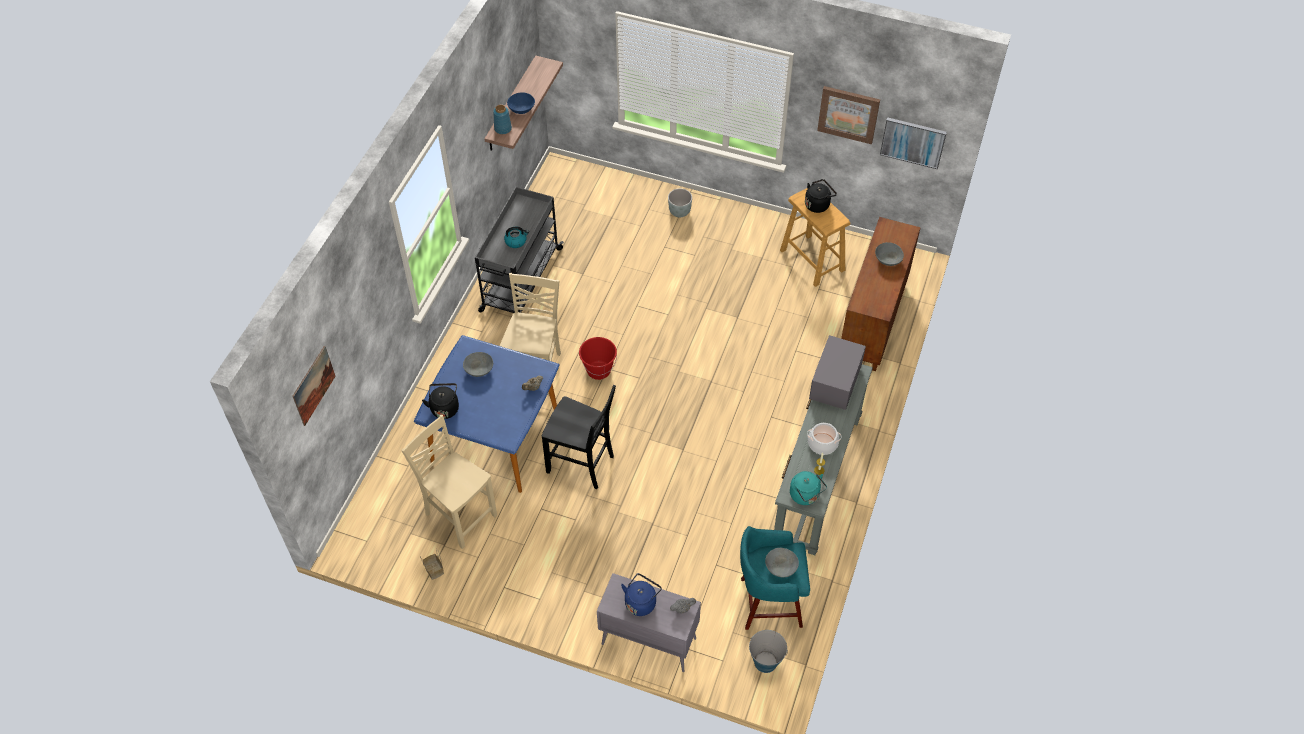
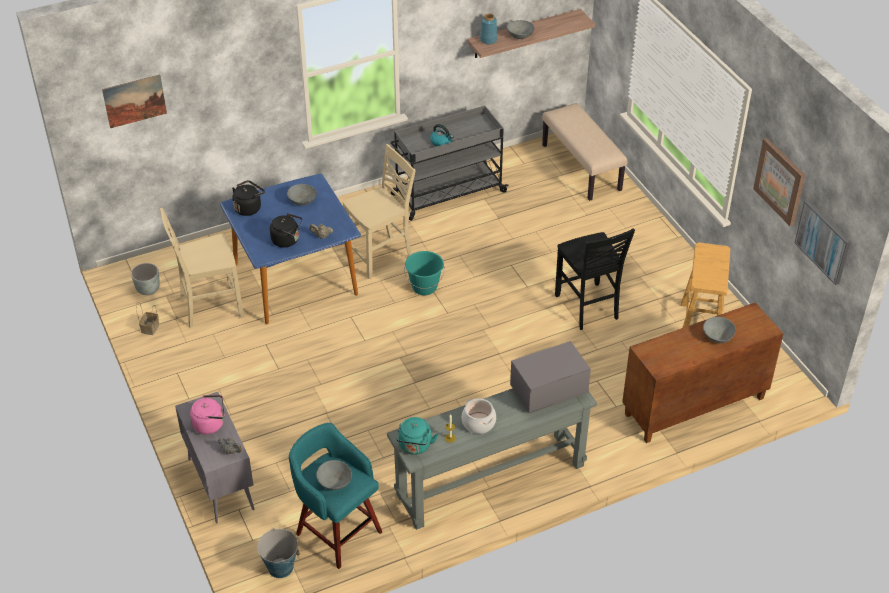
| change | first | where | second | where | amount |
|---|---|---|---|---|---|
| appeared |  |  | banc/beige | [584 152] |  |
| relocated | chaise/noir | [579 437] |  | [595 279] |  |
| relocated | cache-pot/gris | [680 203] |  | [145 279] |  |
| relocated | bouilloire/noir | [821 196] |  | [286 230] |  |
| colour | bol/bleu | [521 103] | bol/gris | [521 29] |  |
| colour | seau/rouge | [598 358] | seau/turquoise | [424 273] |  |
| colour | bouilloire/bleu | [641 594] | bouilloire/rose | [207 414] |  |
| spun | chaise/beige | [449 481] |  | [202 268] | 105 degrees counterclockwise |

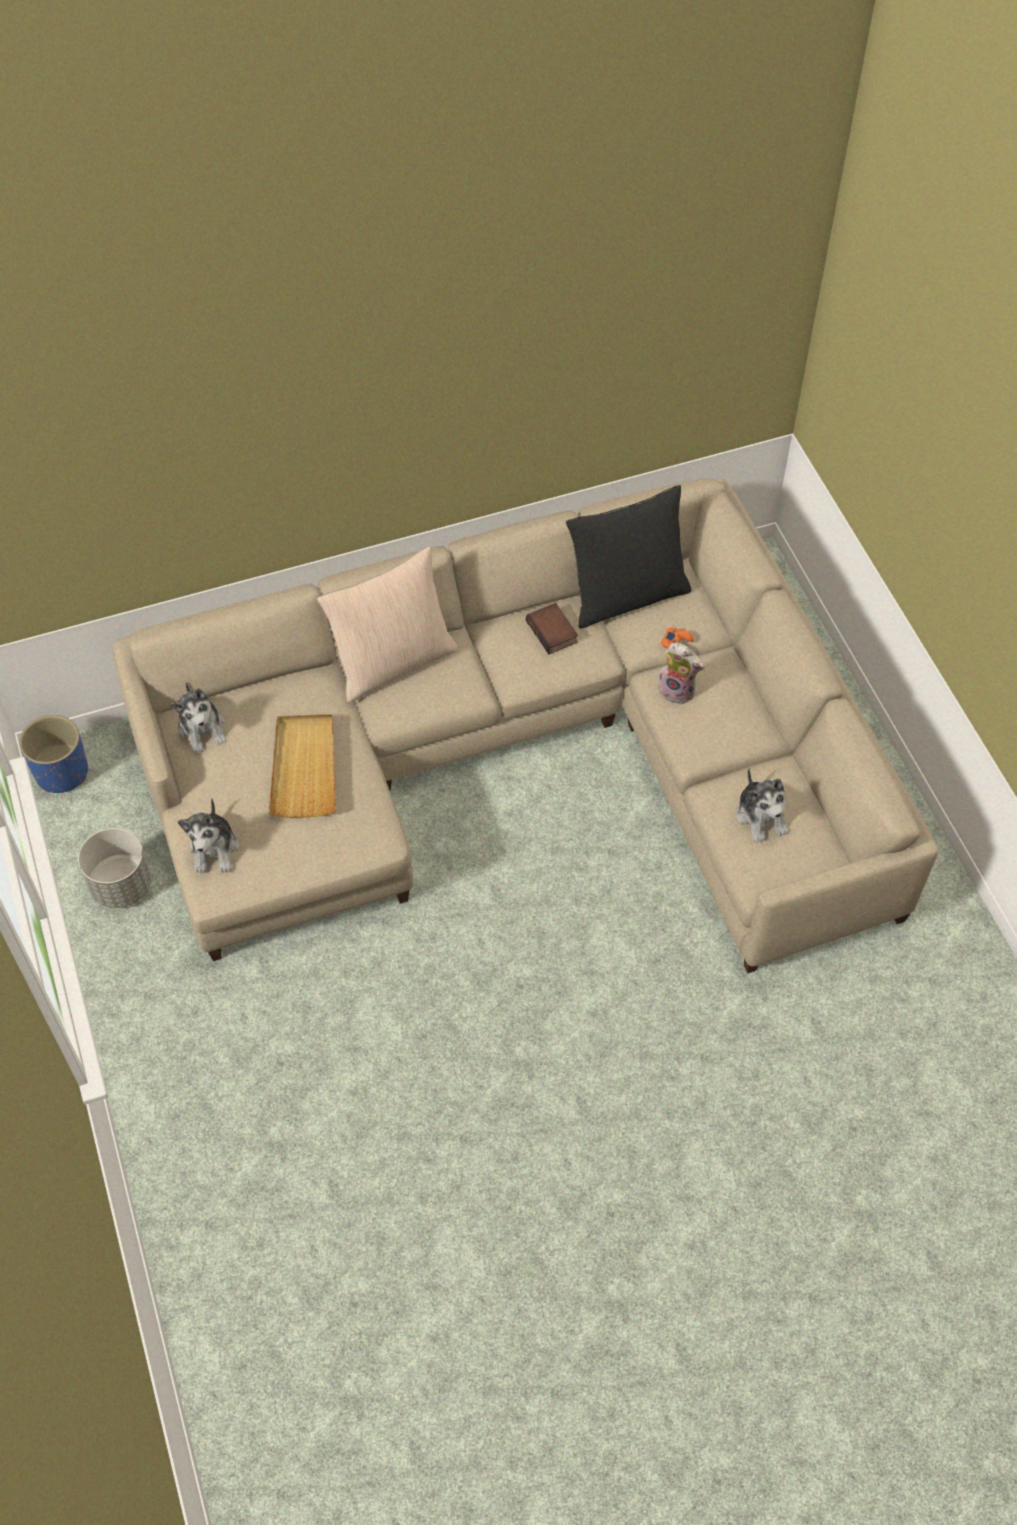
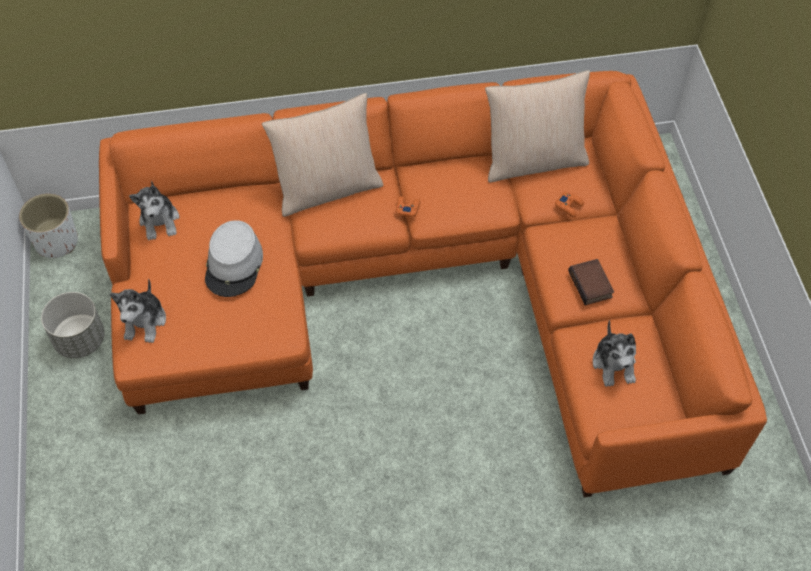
| change | first | where | second | where | amount |
|---|---|---|---|---|---|
| missing | peluche | [681 673] |  |  |  |
| appeared |  |  | manette/orange | [408 206] |  |
| relocated | livre | [552 628] |  | [591 282] |  |
| exchanged | plateau/beige | [302 766] | chapeau/gris | [234 258] |  |
| colour | cache-pot/bleu | [53 754] | cache-pot/blanc | [48 226] |  |
| colour | canapé/beige | [525 725] | canapé/orange | [433 284] |  |
| colour | coussin/noir | [629 557] | coussin/beige | [537 126] |  |

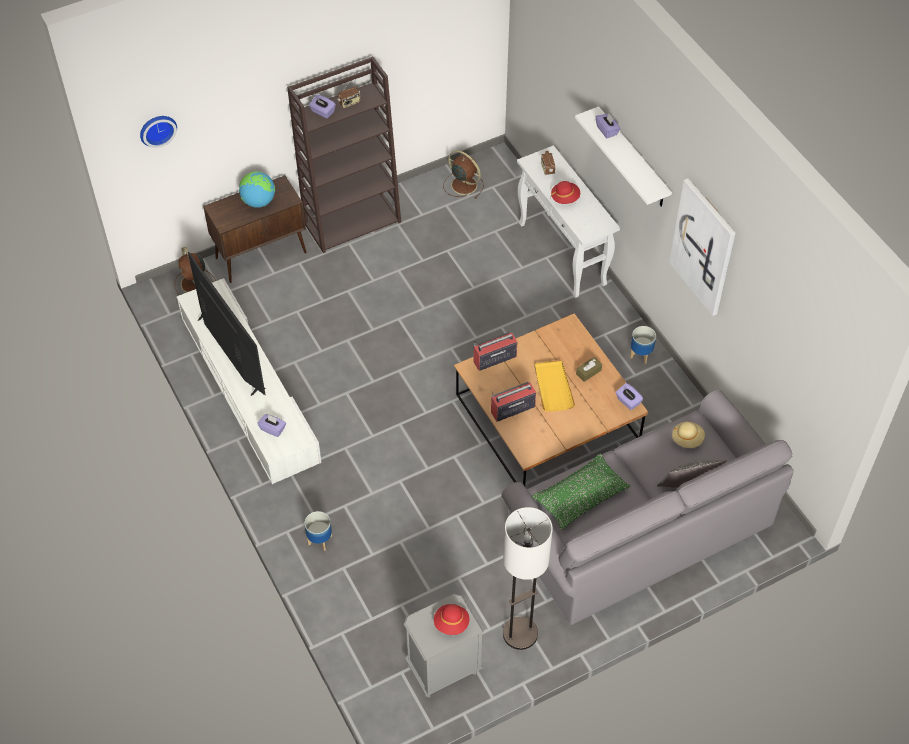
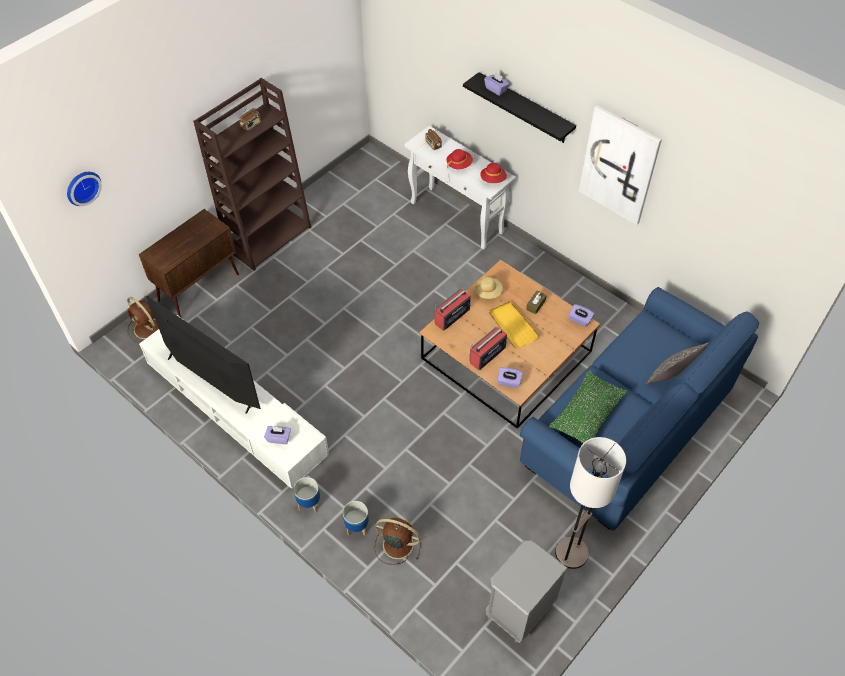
| change | first | where | second | where | amount |
|---|---|---|---|---|---|
| missing | globe | [257 189] |  |  |  |
| relocated | boîte à mouchoirs/violet | [322 106] |  | [510 377] |  |
| relocated | chapeau/rouge | [451 619] |  | [493 173] |  |
| relocated | ventilateur/marron | [463 174] |  | [398 541] |  |
| relocated | cache-pot | [643 345] |  | [307 494] |  |
| relocated | chapeau/beige | [688 435] |  | [489 288] |  |
| colour | canapé/gris | [647 507] | canapé/bleu | [640 409] |  |
| colour | étagère/blanc | [623 156] | étagère/noir | [519 107] |  |

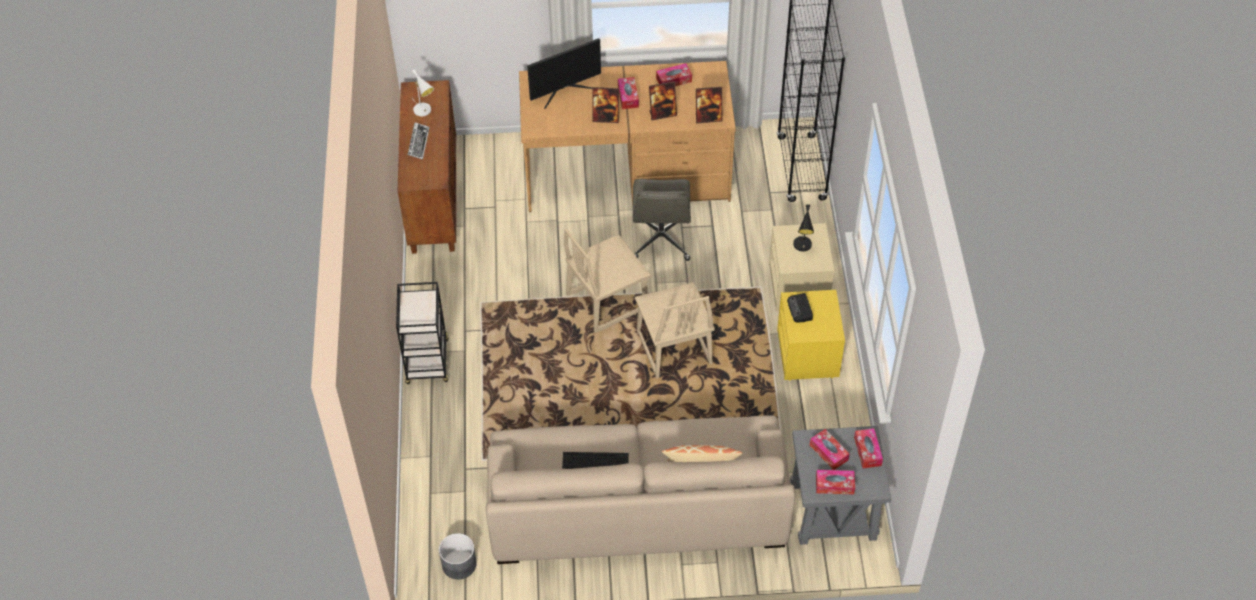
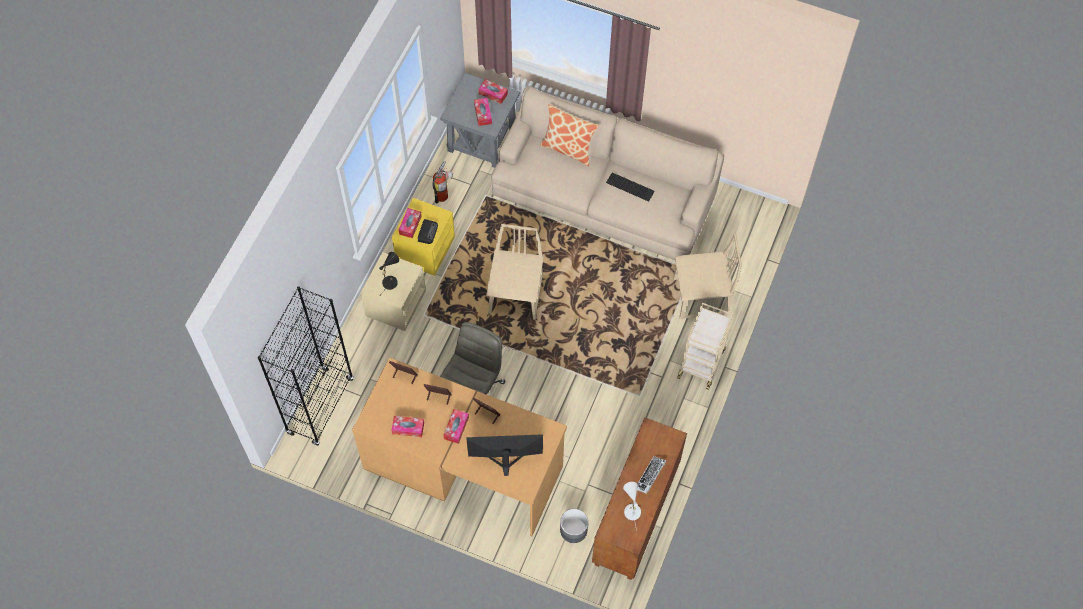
| change | first | where | second | where | amount |
|---|---|---|---|---|---|
| appeared |  |  | extincteur | [442 182] |  |
| relocated | cache-pot/gris | [458 556] |  | [574 526] |  |
| relocated | chaise/beige | [607 280] |  | [707 276] |  |
| relocated | boîte à mouchoirs | [868 448] |  | [410 223] |  |
| colour | chariot/noir | [422 333] | chariot/beige | [705 346] |  |

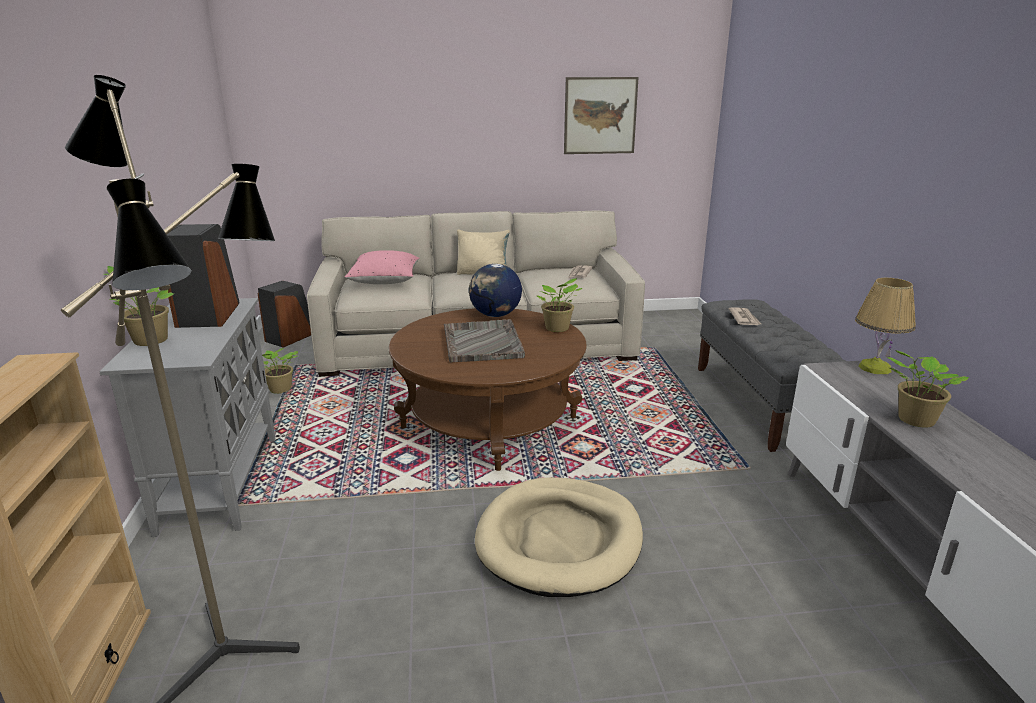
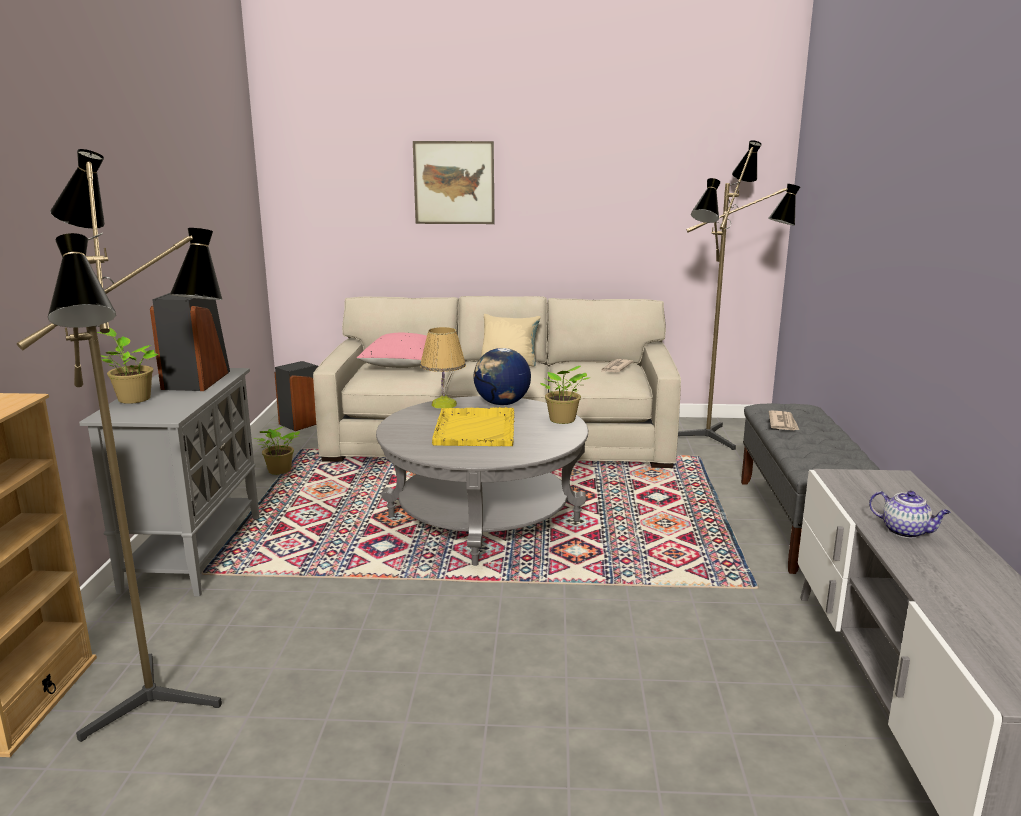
| change | first | where | second | where | amount |
|---|---|---|---|---|---|
| missing | panier pour chien/beige | [559 537] |  |  |  |
| appeared |  |  | lampadaire | [739 295] |  |
| relocated | tableau | [601 115] |  | [454 182] |  |
| relocated | lampe de table | [885 326] |  | [443 368] |  |
| exchanged | plante en pot | [928 389] | théière | [910 514] |  |
| colour | table basse/marron | [488 389] | table basse/gris | [482 481] |  |
| colour | plateau/gris | [484 340] | plateau/jaune | [473 426] |  |

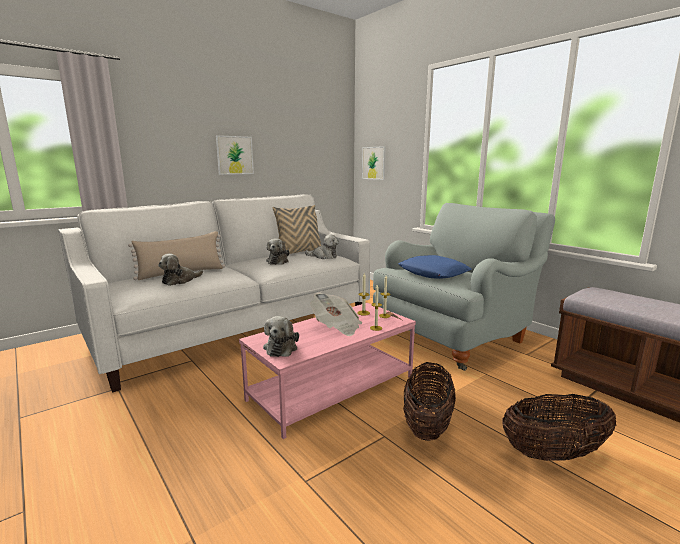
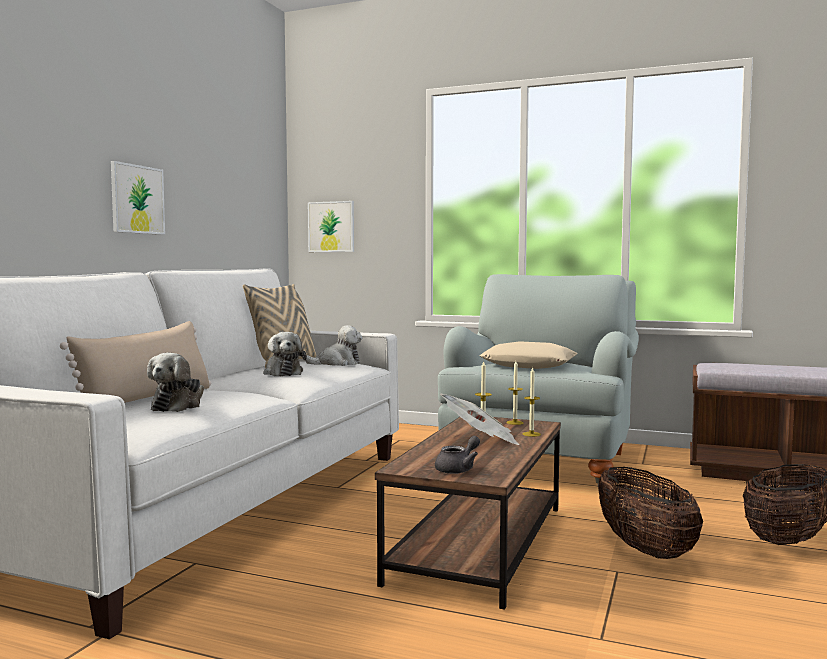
| change | first | where | second | where | amount |
|---|---|---|---|---|---|
| exchanged | peluche | [281 336] | théière/gris | [457 455] |  |
| colour | table basse/rose | [327 371] | table basse/marron | [468 513] |  |
| colour | coussin/bleu | [435 267] | coussin/beige | [529 355] |  |

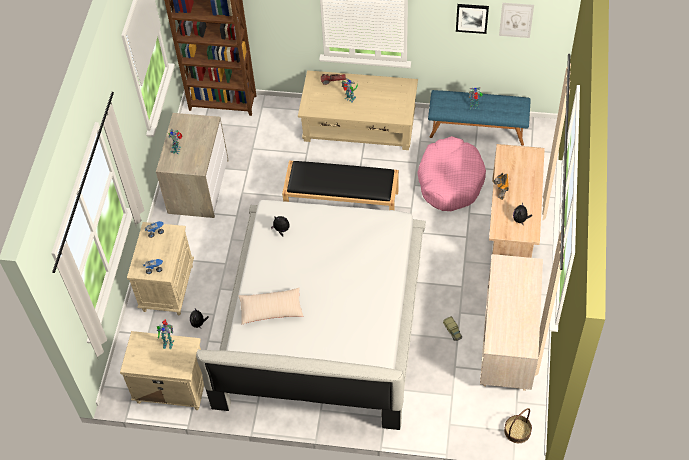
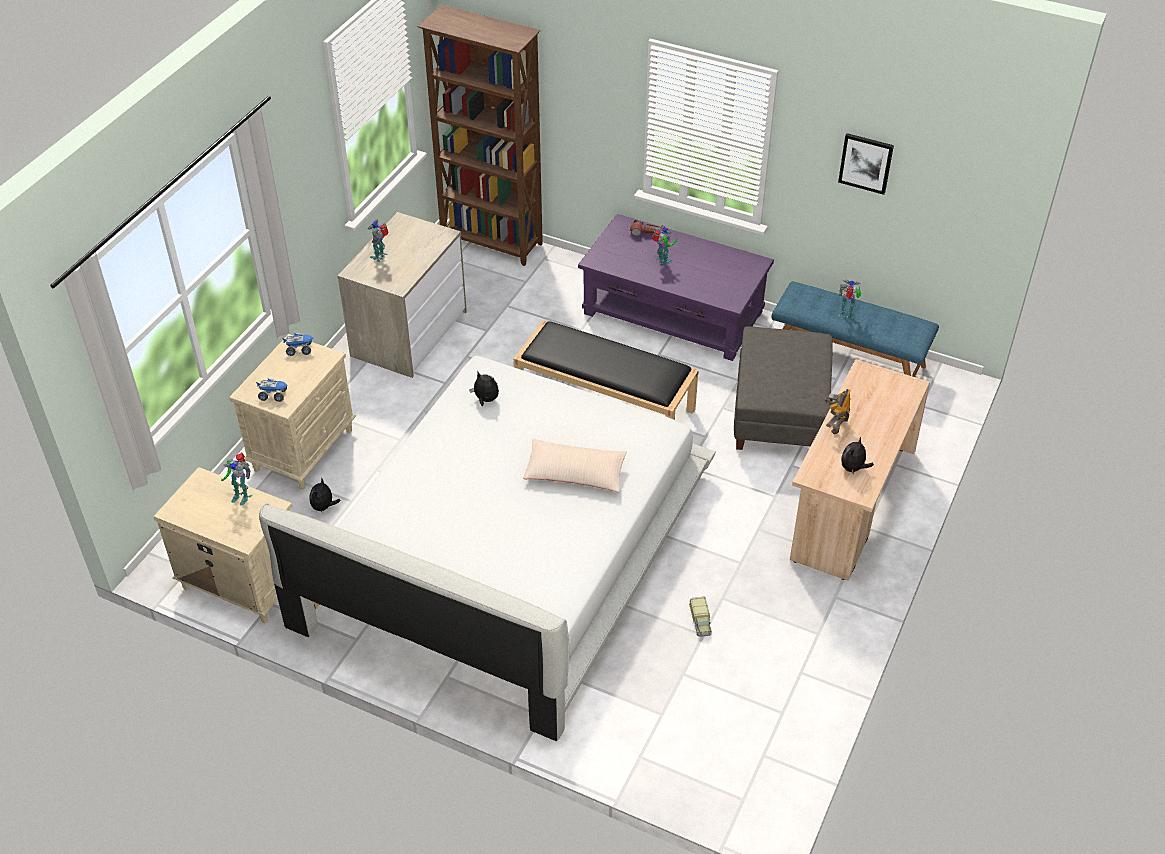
| change | first | where | second | where | amount |
|---|---|---|---|---|---|
| missing | commode/beige | [511 322] |  |  |  |
| missing | tableau | [516 20] |  |  |  |
| missing | panier | [518 425] |  |  |  |
| relocated | coussin/beige | [270 306] |  | [575 465] |  |
| exchanged | panier pour chien/rose | [451 173] | pouf/gris | [783 388] |  |
| colour | table basse/beige | [358 110] | table basse/violet | [676 287] |  |

